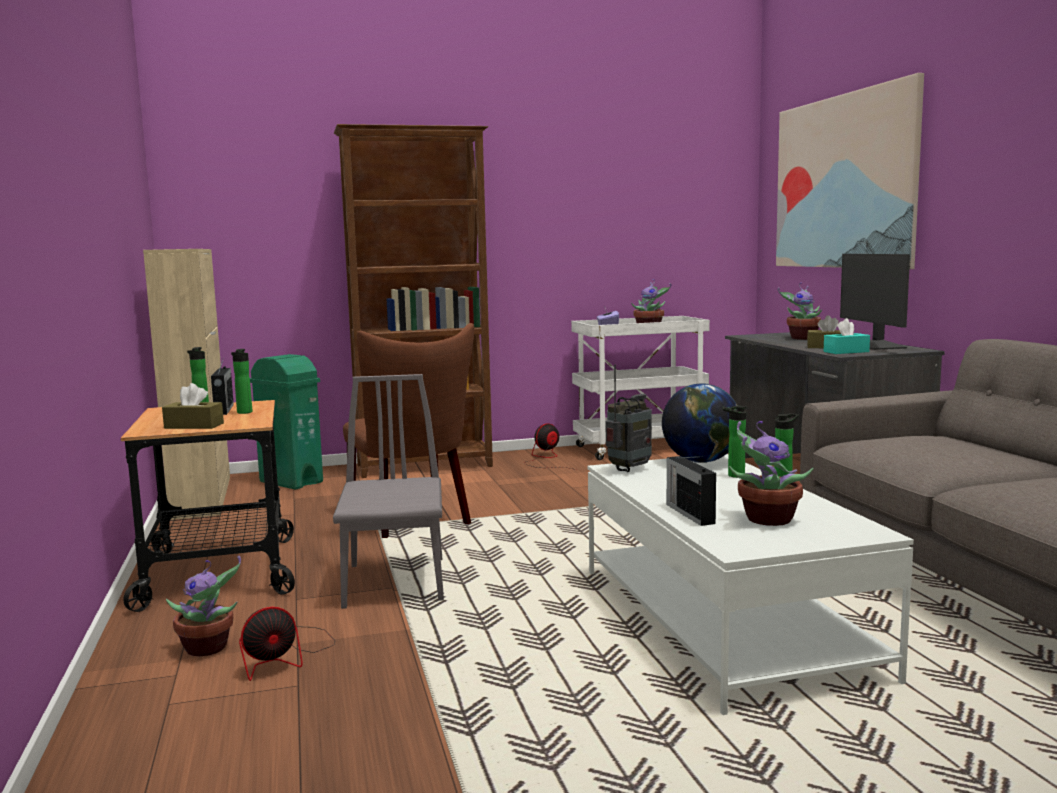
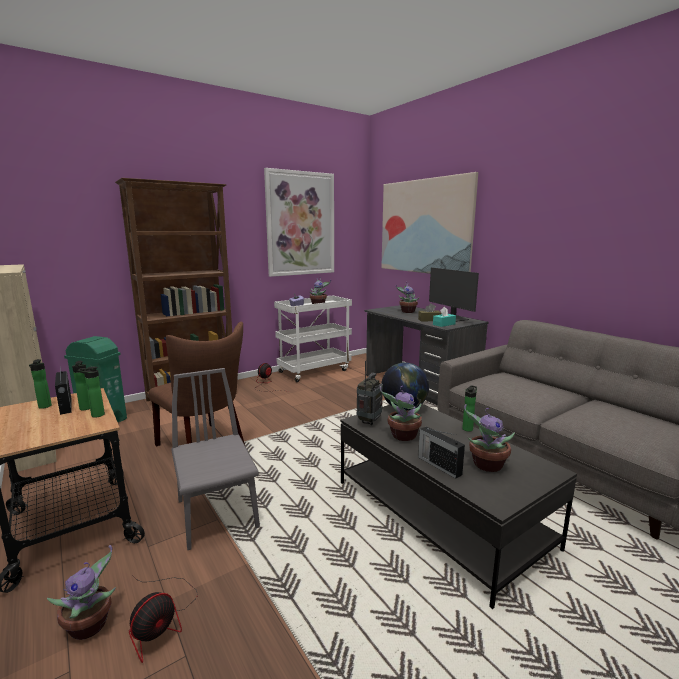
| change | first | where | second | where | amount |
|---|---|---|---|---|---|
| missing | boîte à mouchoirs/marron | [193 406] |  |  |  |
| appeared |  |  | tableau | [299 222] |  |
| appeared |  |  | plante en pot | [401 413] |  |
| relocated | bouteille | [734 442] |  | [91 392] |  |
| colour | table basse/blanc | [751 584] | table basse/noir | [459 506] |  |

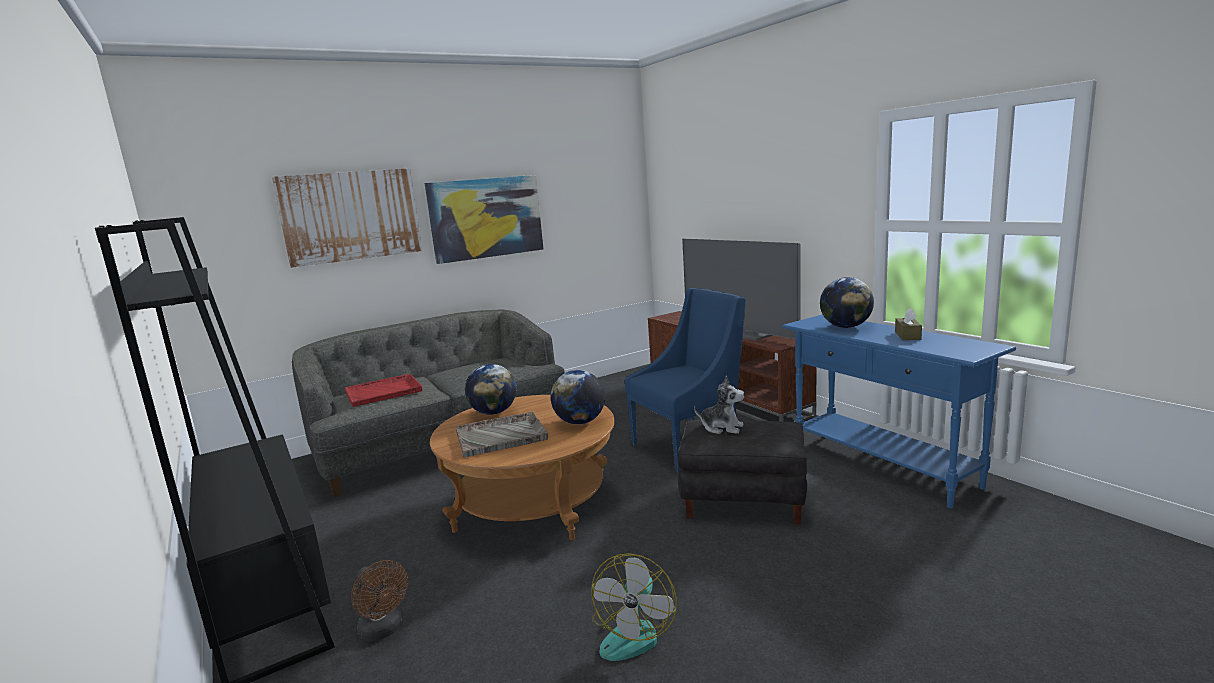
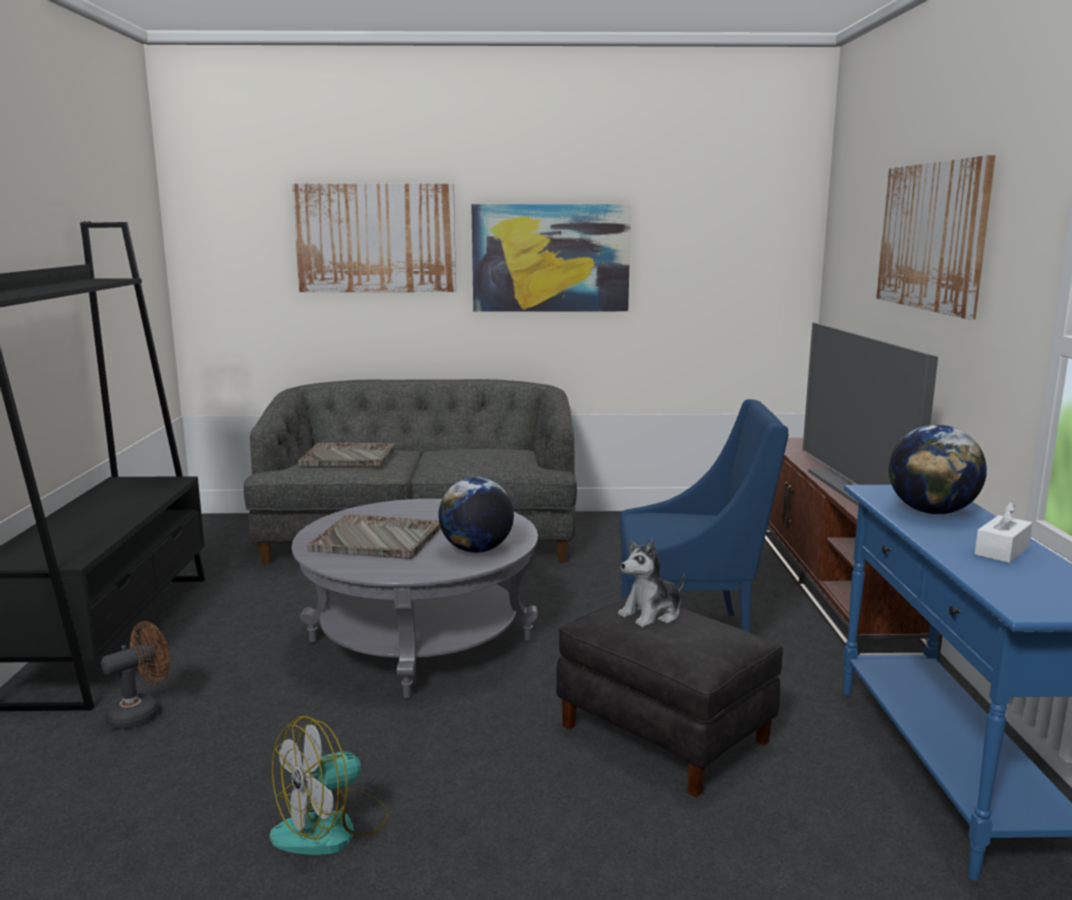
| change | first | where | second | where | amount |
|---|---|---|---|---|---|
| missing | globe | [490 389] |  |  |  |
| appeared |  |  | tableau | [936 237] |  |
| colour | plateau/rouge | [383 390] | plateau/gris | [346 454] |  |
| colour | table basse/marron | [522 468] | table basse/gris | [415 599] |  |
| colour | boîte à mouchoirs/marron | [908 324] | boîte à mouchoirs/blanc | [1003 532] |  |
| spun | ventilateur/marron | [379 600] |  | [135 675] | 120 degrees counterclockwise |
| spun | peluche | [719 405] |  | [651 583] | 90 degrees clockwise |

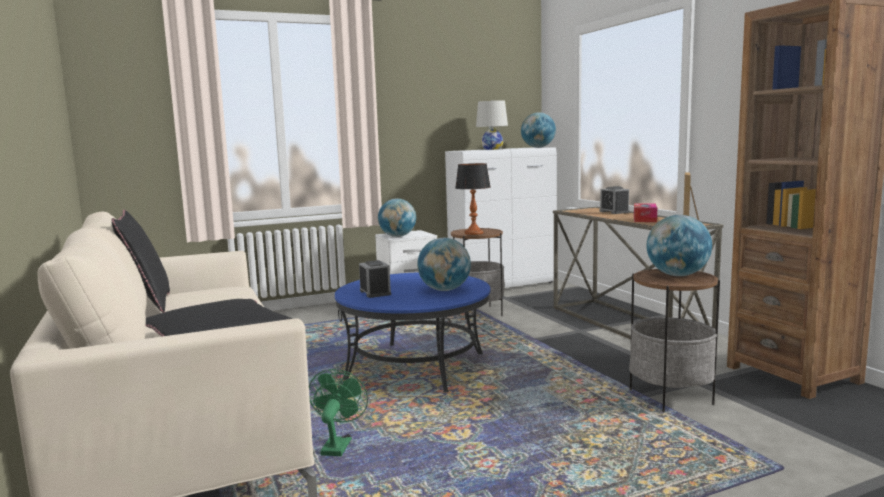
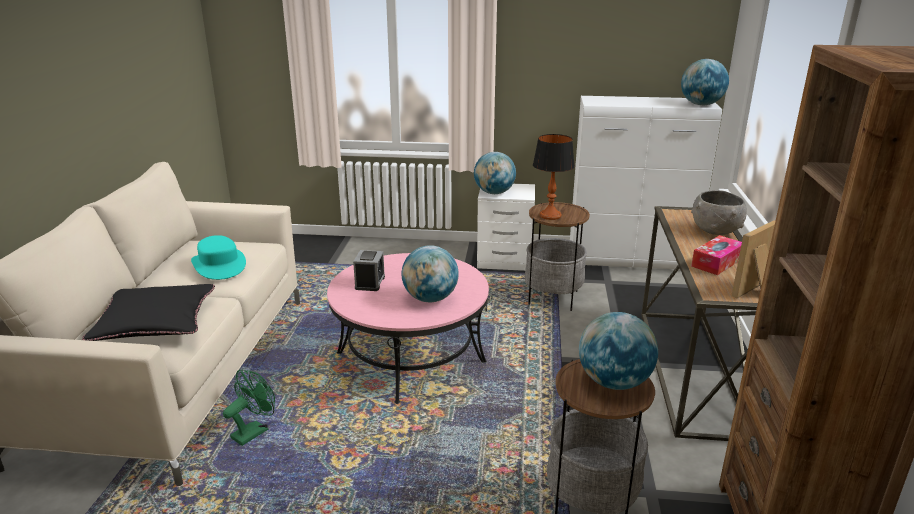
| change | first | where | second | where | amount |
|---|---|---|---|---|---|
| missing | coussin/noir | [140 261] |  |  |  |
| missing | lampe de table/blanc | [492 125] |  |  |  |
| appeared |  |  | chapeau/turquoise | [218 257] |  |
| exchanged | réveil | [614 200] | bol/gris | [719 212] |  |
| colour | table basse/bleu | [413 332] | table basse/rose | [408 328] |  |

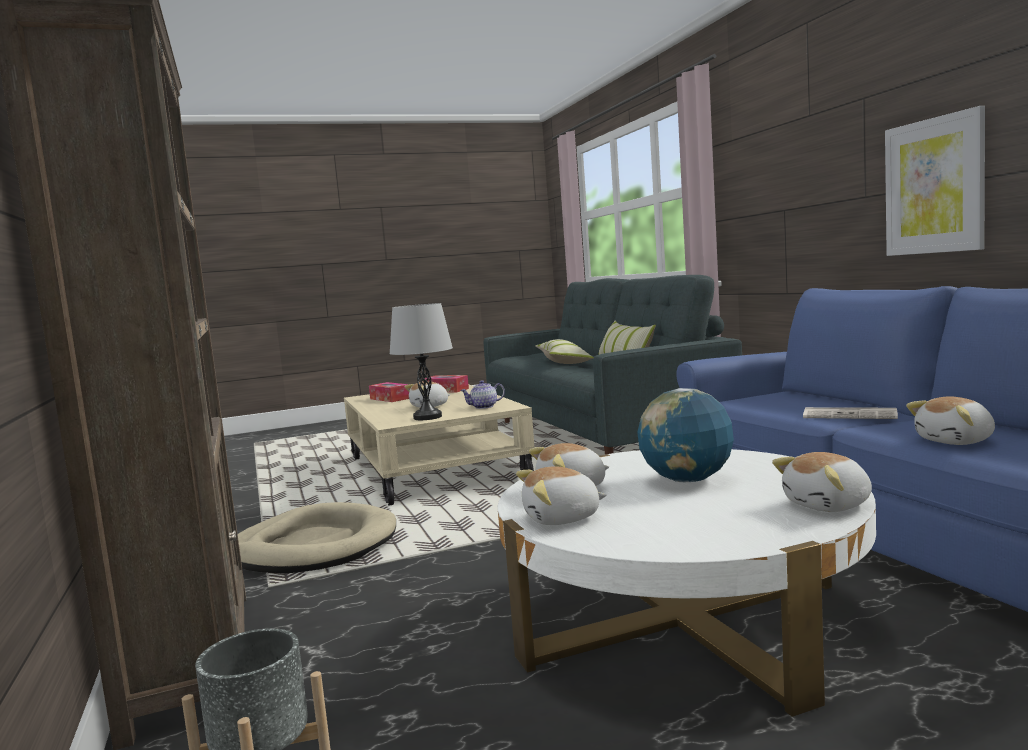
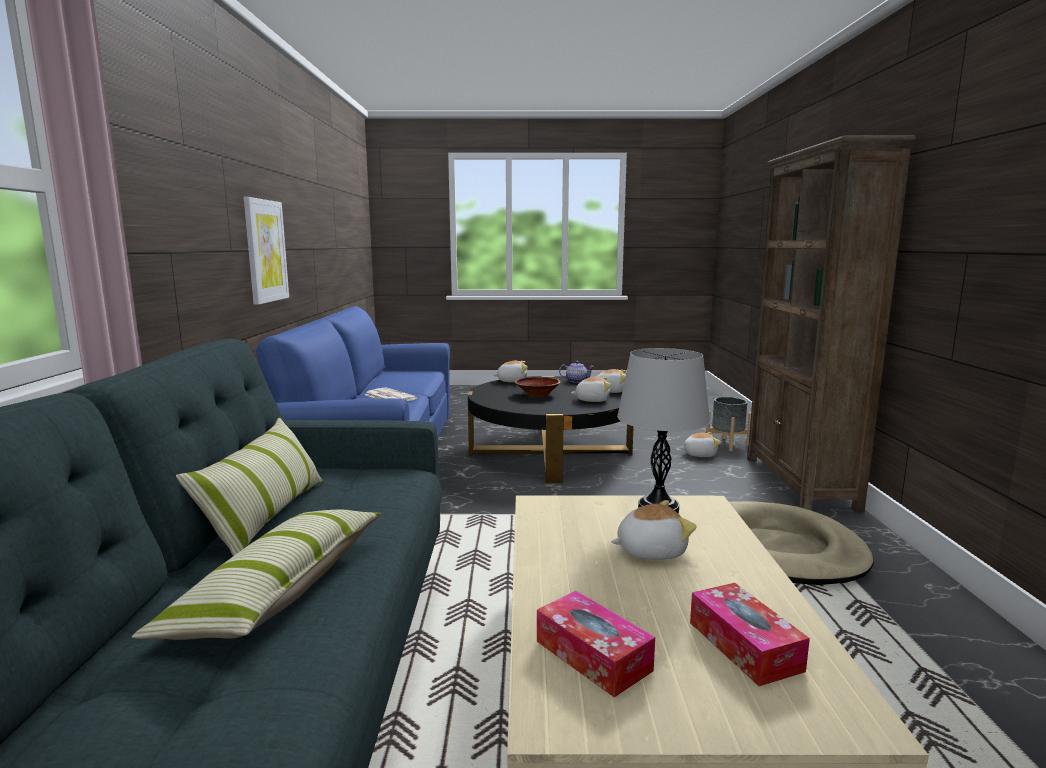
| change | first | where | second | where | amount |
|---|---|---|---|---|---|
| relocated | théière | [482 394] |  | [577 372] |  |
| relocated | peluche | [950 420] |  | [700 444] |  |
| exchanged | globe | [685 435] | bol/marron | [538 387] |  |
| colour | table basse/blanc | [687 583] | table basse/noir | [551 429] |  |

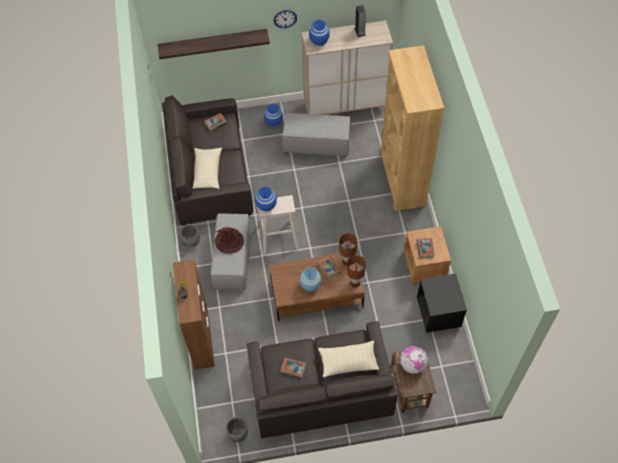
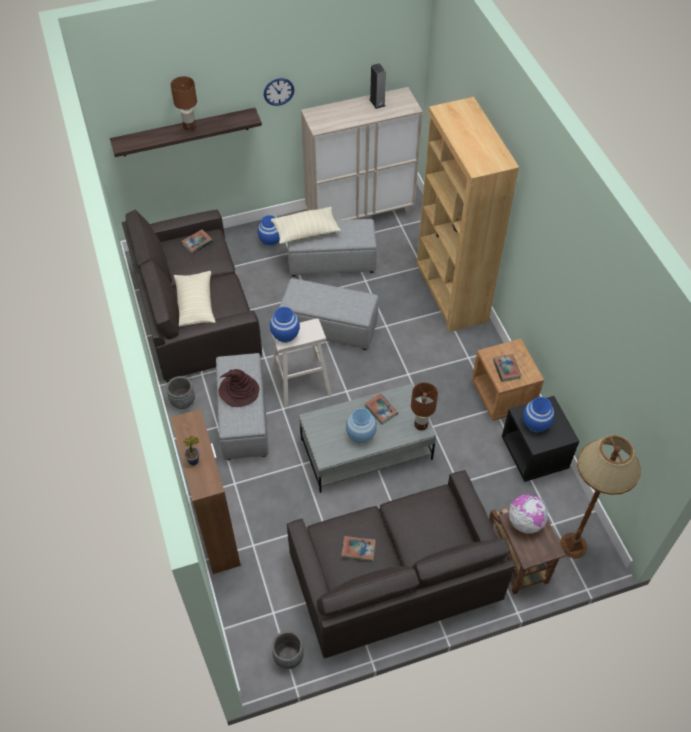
| change | first | where | second | where | amount |
|---|---|---|---|---|---|
| appeared |  |  | pouf/gris | [328 314] |  |
| appeared |  |  | lampadaire/marron | [600 496] |  |
| relocated | vase/bleu | [319 33] |  | [539 414] |  |
| relocated | coussin/beige | [348 359] |  | [306 225] |  |
| relocated | lampe de table/marron | [348 249] |  | [183 103] |  |
| colour | table basse/marron | [317 287] | table basse/gris | [367 438] |  |

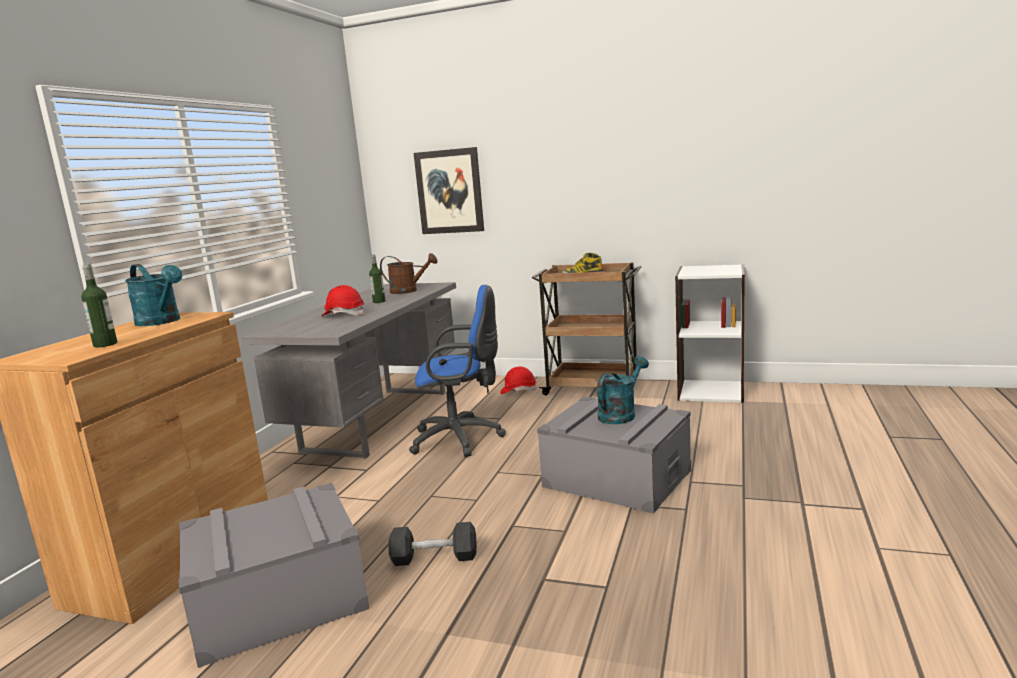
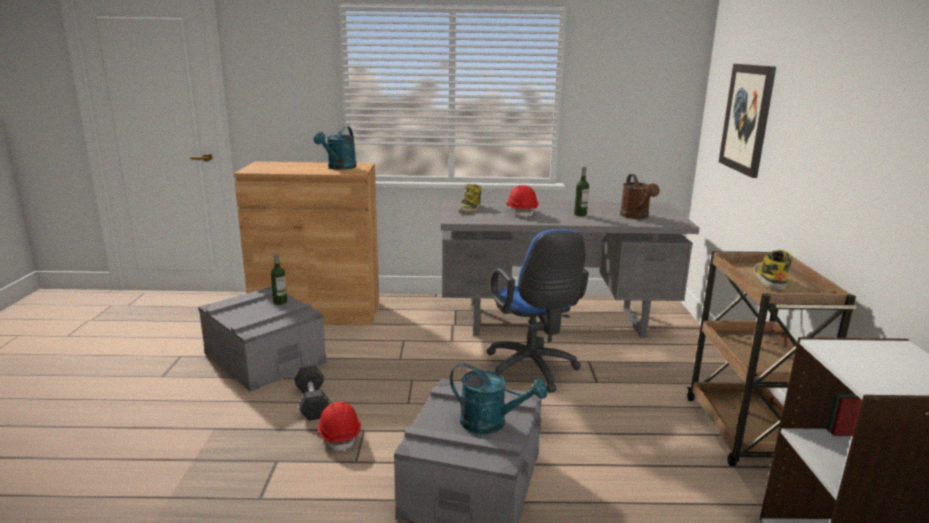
| change | first | where | second | where | amount |
|---|---|---|---|---|---|
| appeared |  |  | botte | [469 198] |  |
| relocated | bouteille | [99 305] |  | [279 279] |  |
| relocated | casque de chantier/rouge | [518 380] |  | [339 426] |  |

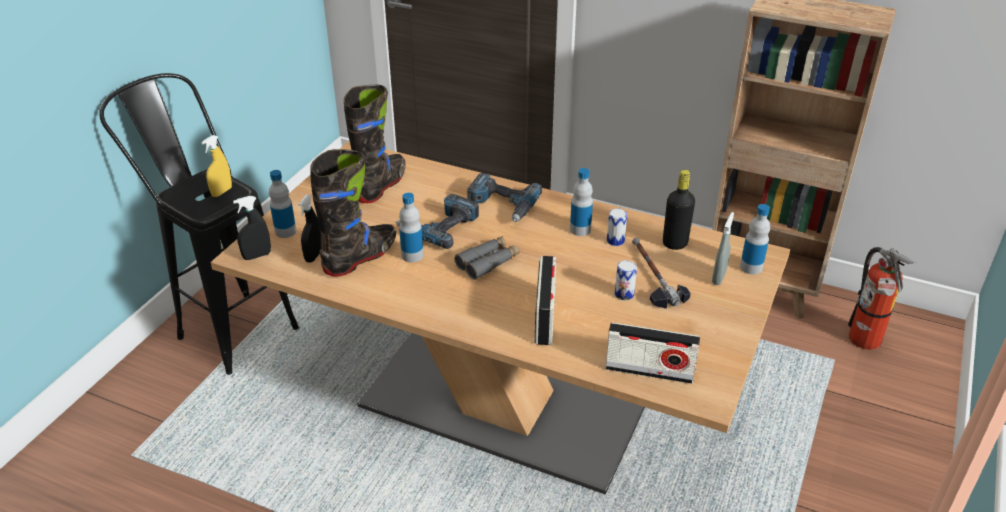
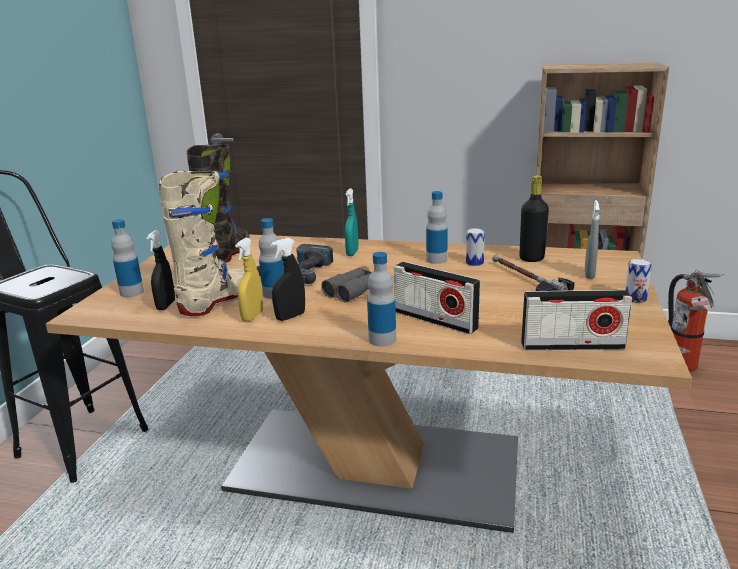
| change | first | where | second | where | amount |
|---|---|---|---|---|---|
| relocated | vaporisateur/jaune | [216 166] |  | [249 280] |  |
| relocated | vaporisateur/noir | [252 228] |  | [288 279] |  |
| relocated | boîte métallique | [626 280] |  | [638 281] |  |
| relocated | bouteille | [755 239] |  | [381 299] |  |
| exchanged | perceuse | [504 197] | vaporisateur/turquoise | [351 222] |  |
| colour | botte/noir | [353 213] | botte/beige | [201 243] |  |
| spun | radio | [546 300] |  | [437 298] | 135 degrees clockwise |

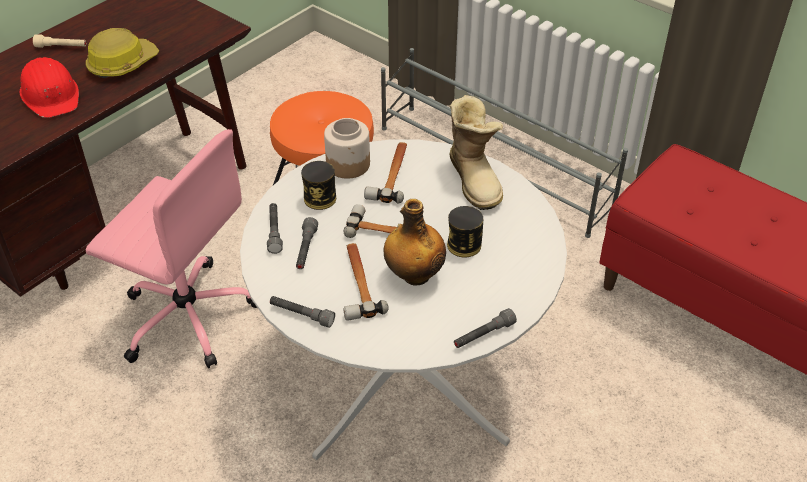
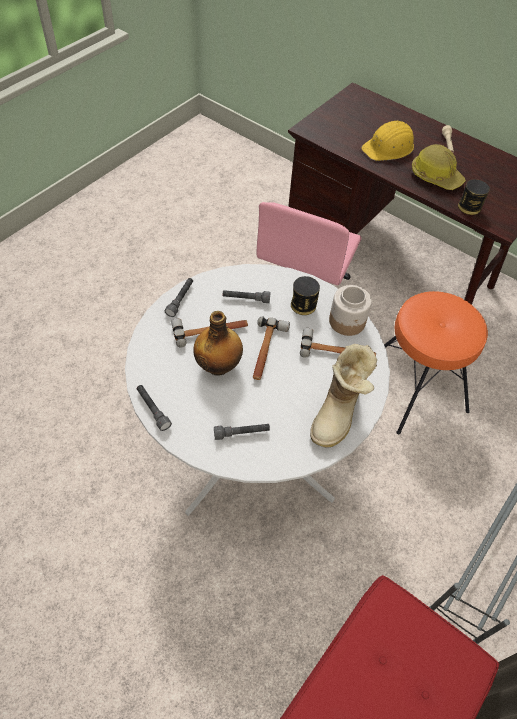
| change | first | where | second | where | amount |
|---|---|---|---|---|---|
| relocated | lampe de poche/gris | [275 228] |  | [242 432] |  |
| relocated | boîte métallique | [465 231] |  | [474 197] |  |
| colour | casque de chantier/rouge | [49 87] | casque de chantier/jaune | [387 141] |  |
| spun | botte | [476 152] |  | [343 395] | 45 degrees counterclockwise |

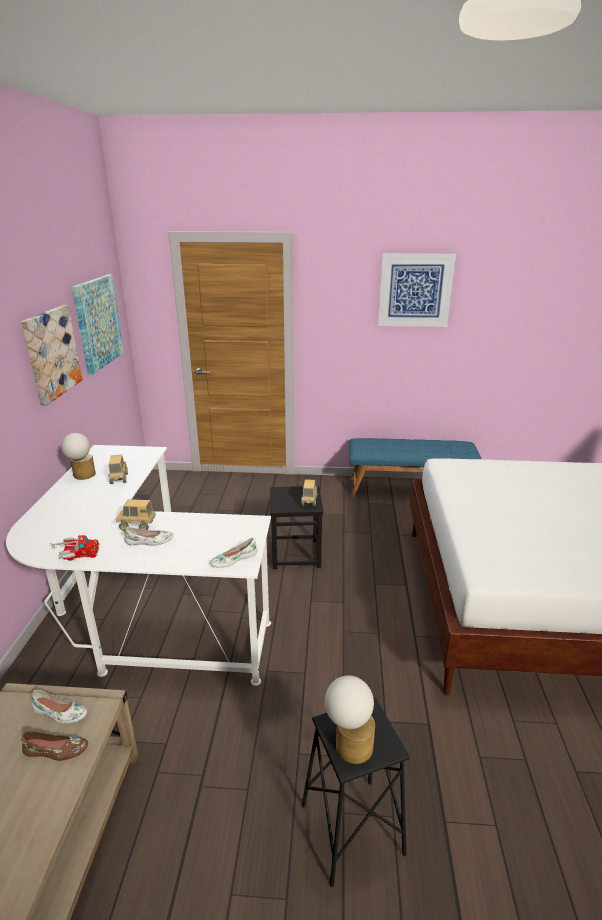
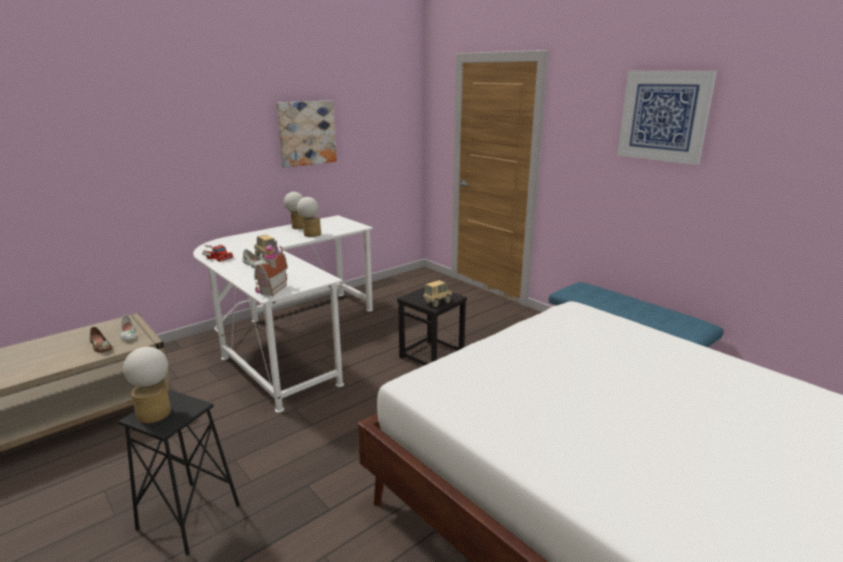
| change | first | where | second | where | amount |
|---|---|---|---|---|---|
| missing | tableau | [98 324] |  |  |  |
| exchanged | camion jouet | [118 469] | lampe de table | [309 217] |  |
| exchanged | chaussure/blanc | [233 553] | maison miniature | [271 268] |  |

